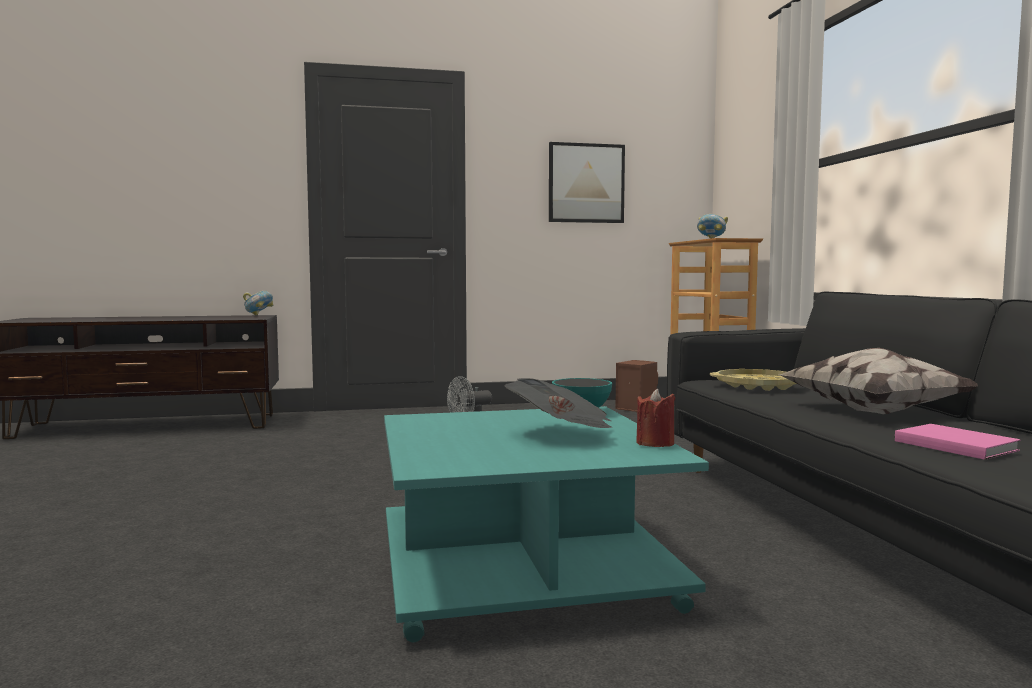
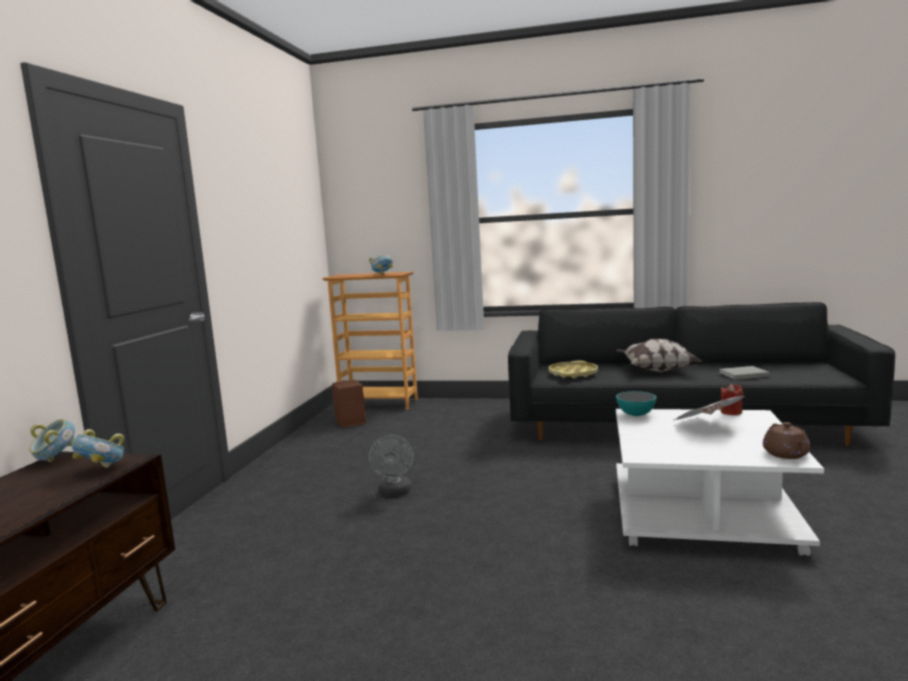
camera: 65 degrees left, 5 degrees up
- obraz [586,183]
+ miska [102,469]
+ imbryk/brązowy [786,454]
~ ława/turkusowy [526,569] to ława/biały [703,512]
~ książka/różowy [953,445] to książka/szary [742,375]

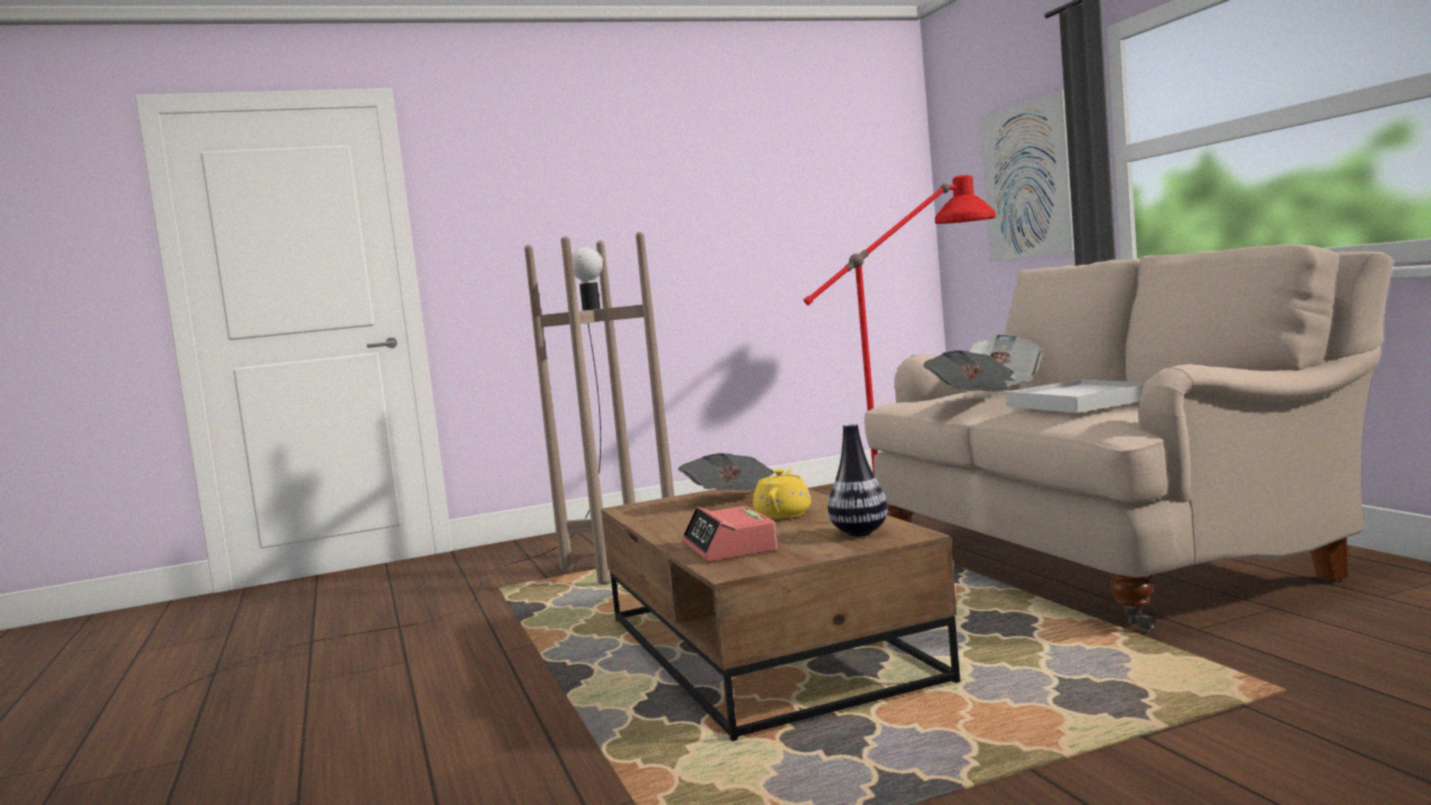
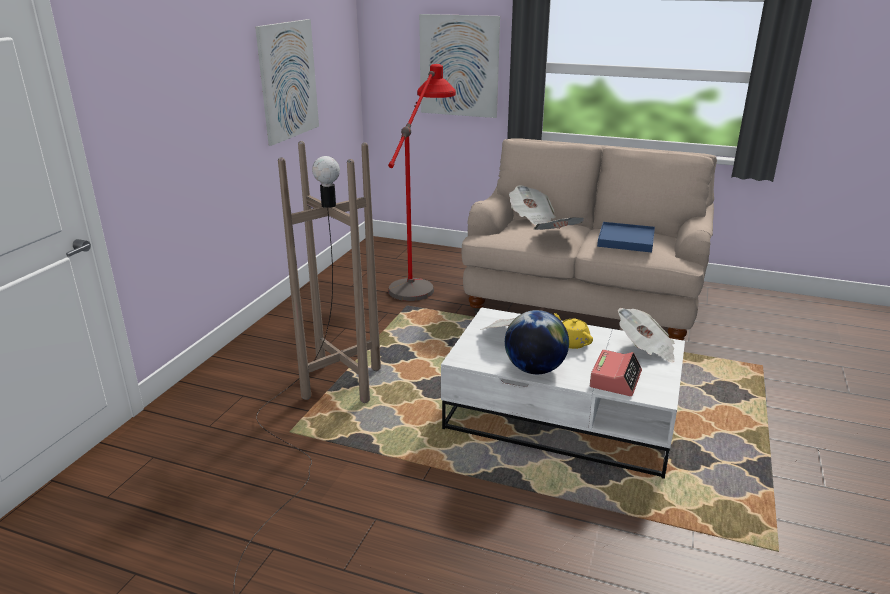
camera: 50 degrees left, 20 degrees up
+ obraz [288,80]
+ globus [534,369]
~ wazon [860,533] to gazeta [645,349]
~ ława/brązowy [767,649] to ława/biały [562,416]
~ taca/biały [1079,403] to taca/niebieski [625,240]
~ budzik [729,547] = [615,379] 90 degrees counterclockwise

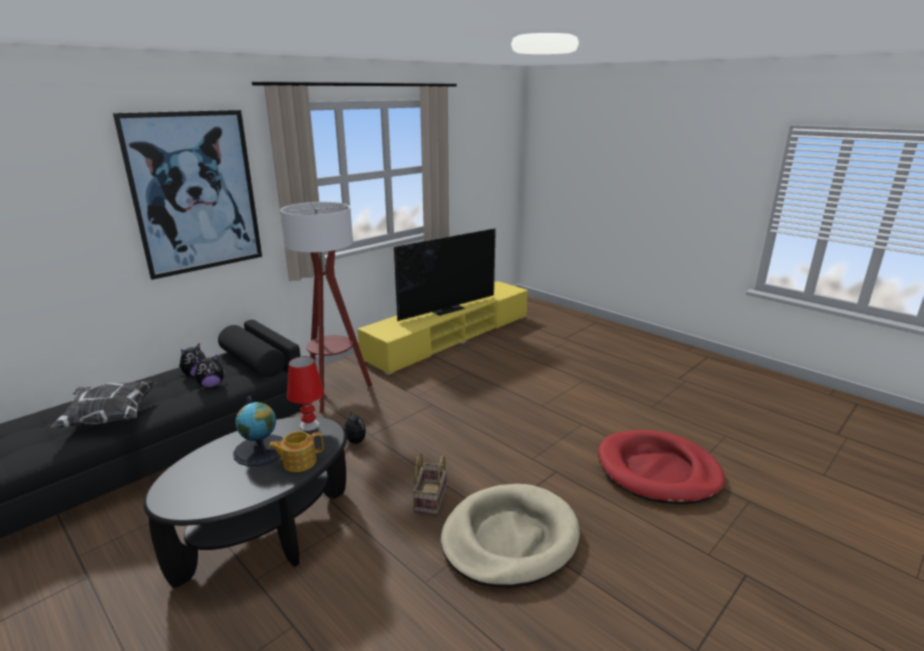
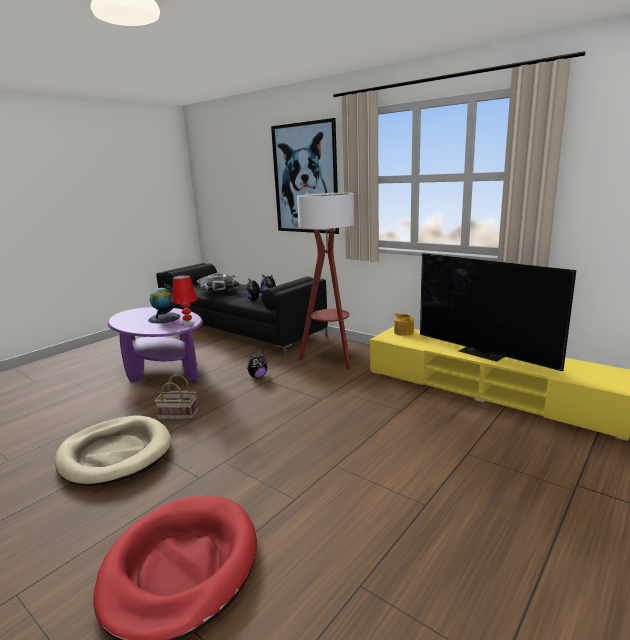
camera: 85 degrees right, 5 degrees down
~ imbryk [298,462] to [403,332]
~ ława/czarny [267,535] to ława/fioletowy [162,370]

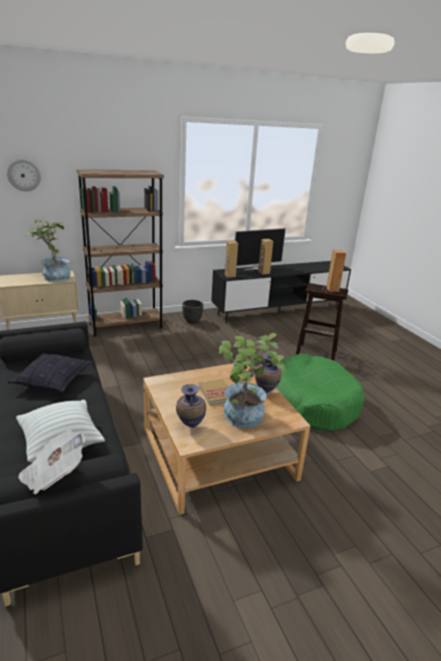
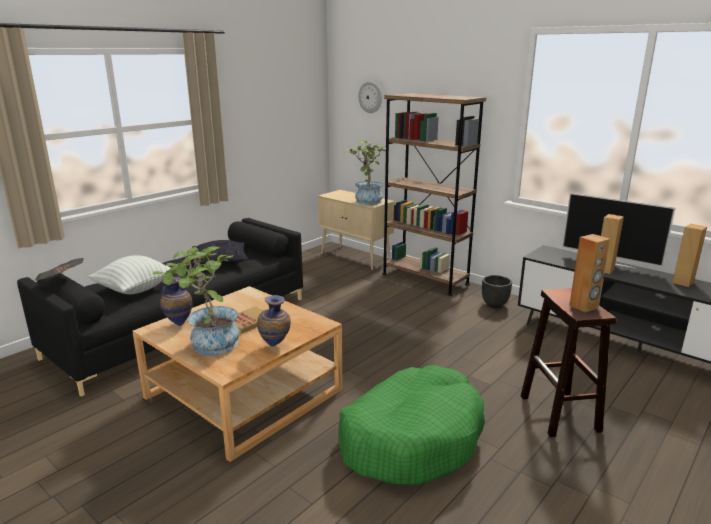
camera: 65 degrees right, 5 degrees down
~ głośnik/brązowy [230,275] to [682,282]

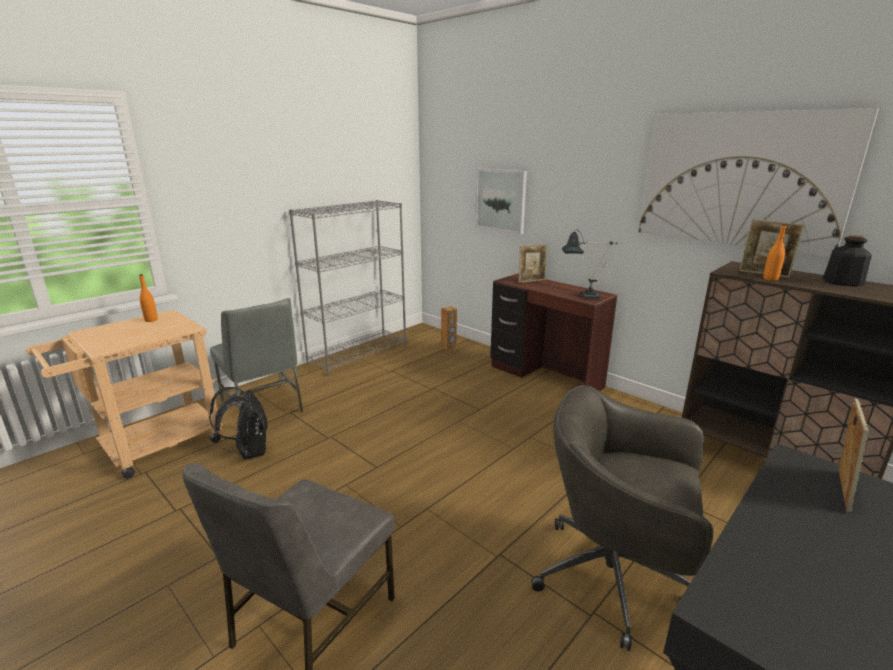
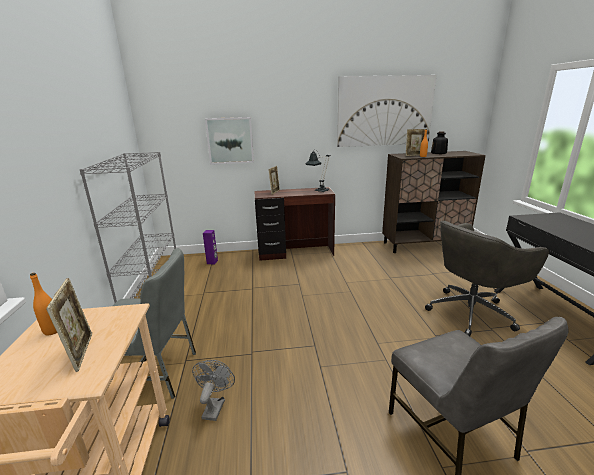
camera: 50 degrees left, 0 degrees up
~ ramka na zdjęcie [839,489] to [81,352]
~ plecak/czarny [249,452] to wentylator/szary [215,406]
~ głośnik/brązowy [449,347] to głośnik/fioletowy [212,262]

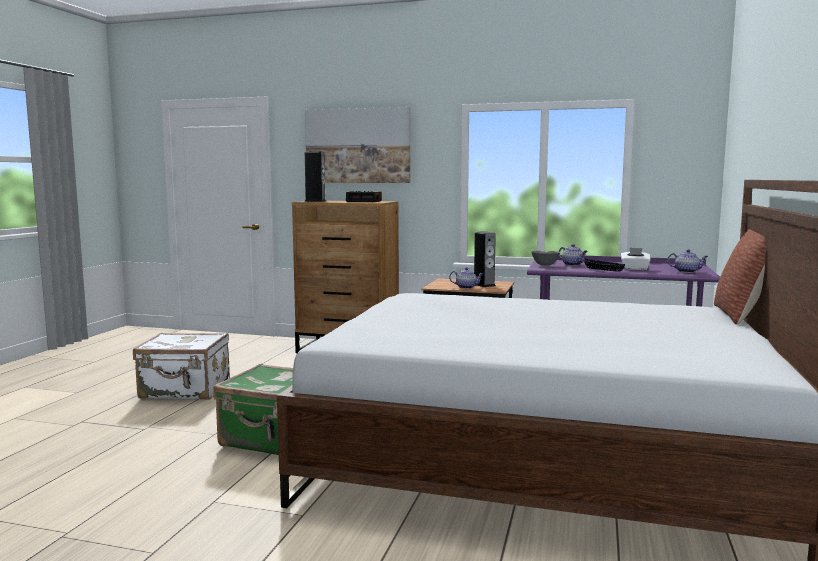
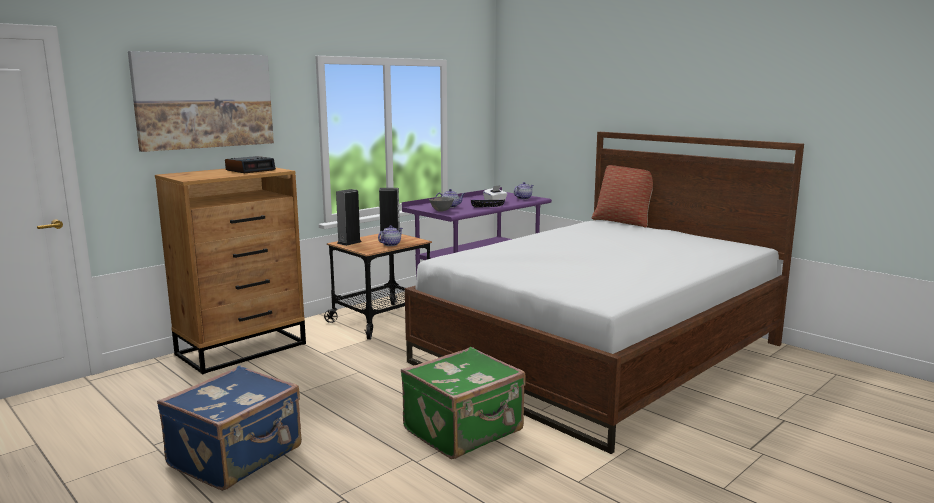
camera: 60 degrees left, 5 degrees up
~ głośnik [315,201] to [349,242]
~ walizka/biały [185,390] to walizka/niebieski [237,457]

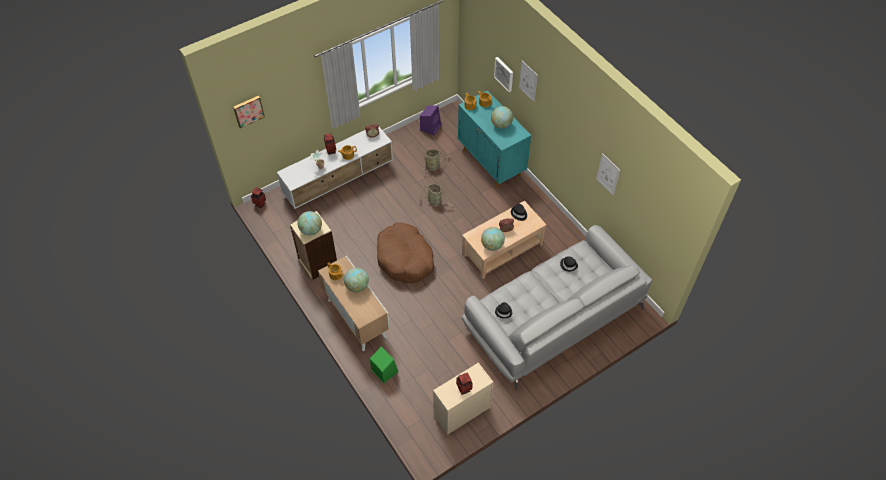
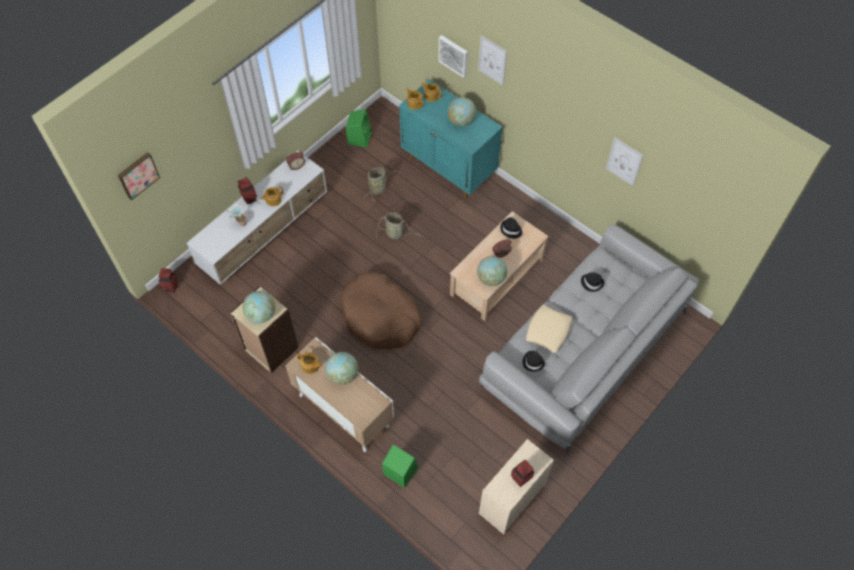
camera: 15 degrees left, 5 degrees up
+ poduszka/beżowy [548,331]
~ głośnik/fioletowy [430,127] to głośnik/zielony [359,137]

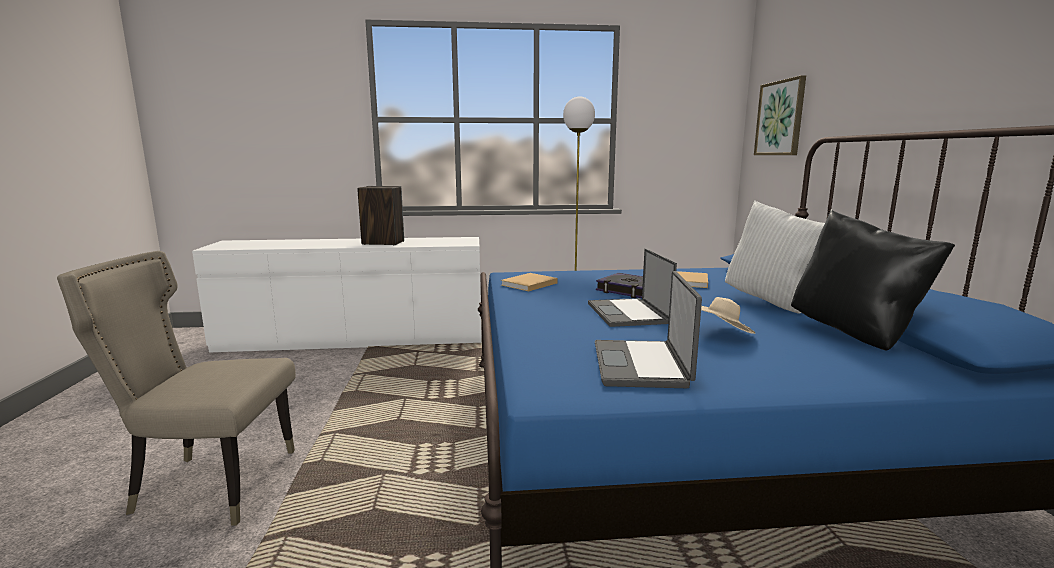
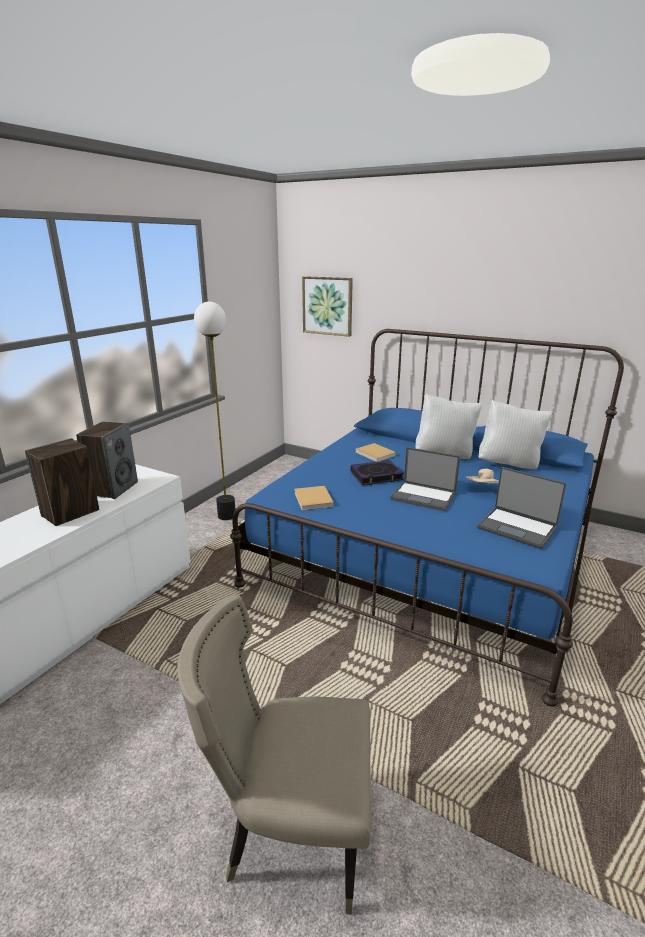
camera: 55 degrees left, 10 degrees up
+ głośnik [113,488]
~ poduszka/czarny [854,335] to poduszka/biały [509,464]
~ krzesło/beżowy [209,484] = [290,830] 60 degrees clockwise

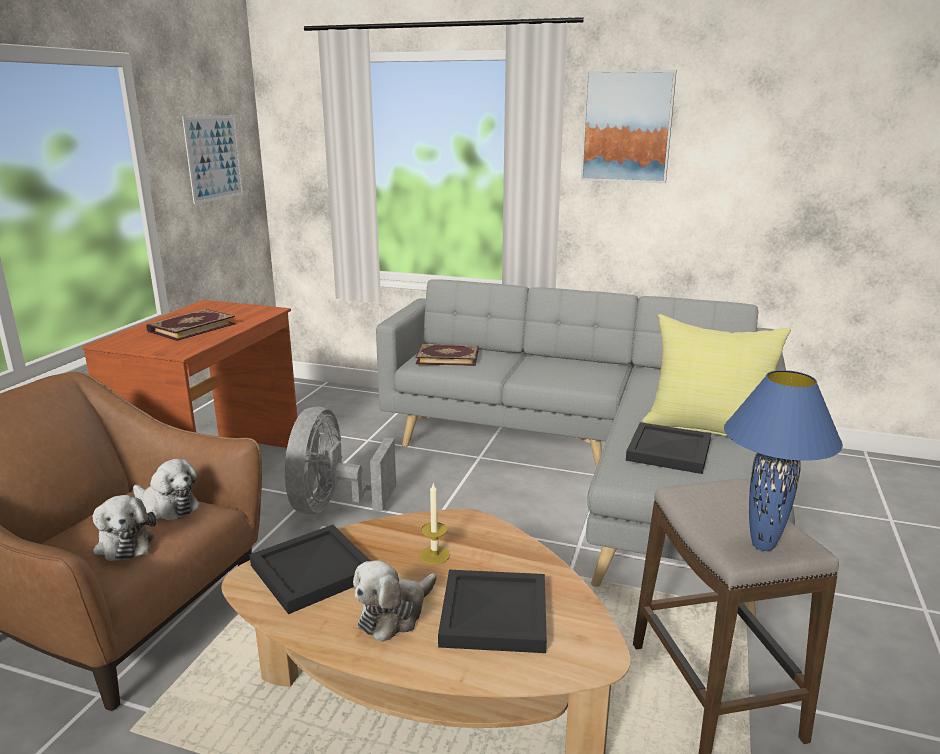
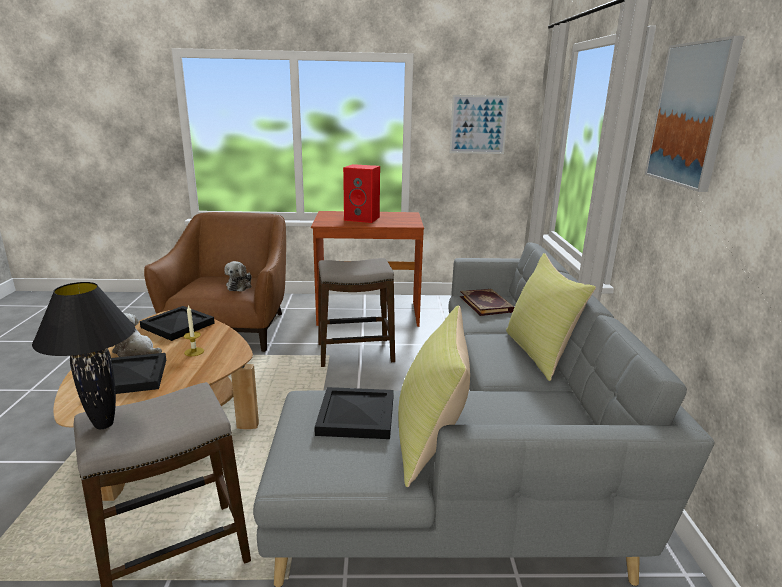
camera: 70 degrees right, 0 degrees up
- pluszak [124,542]
+ poduszka/żółty [540,353]
~ książka [191,327] to głośnik/czerwony [363,218]
~ wentylator/szary [333,505] to stołek [355,353]
~ lampa stołowa/niebieski [762,546] to lampa stołowa/czarny [103,424]

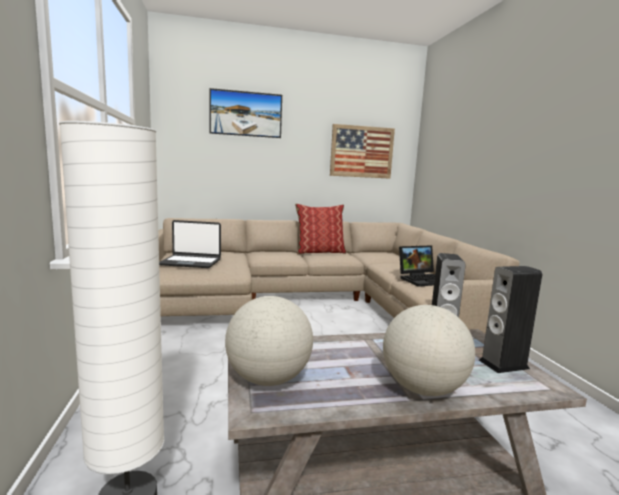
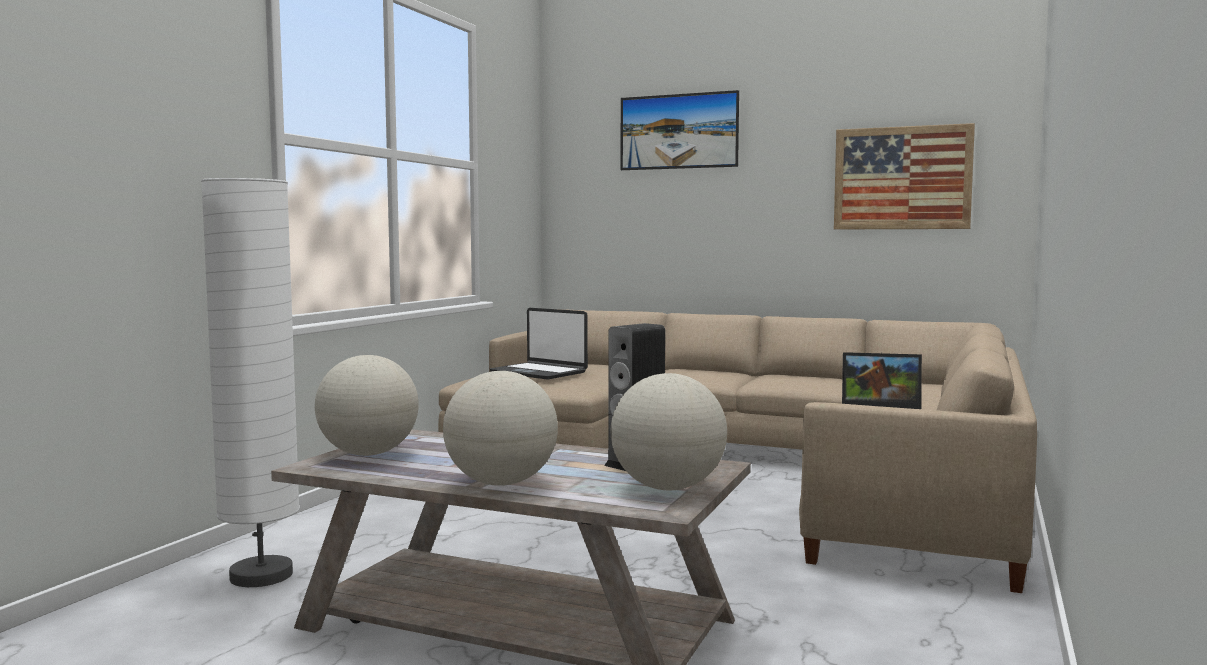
camera: 35 degrees right, 5 degrees down
- poduszka [319,252]
~ głośnik [503,364] to globus [668,488]

